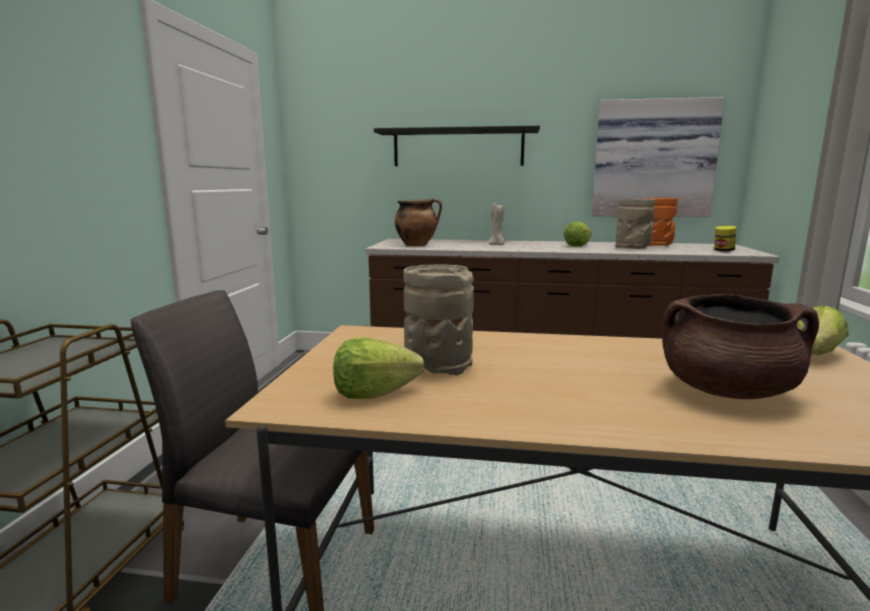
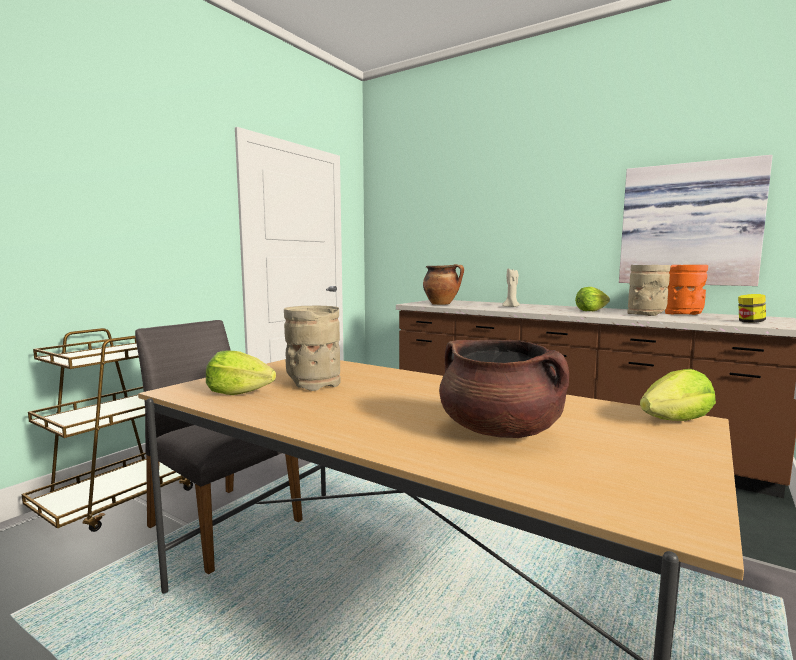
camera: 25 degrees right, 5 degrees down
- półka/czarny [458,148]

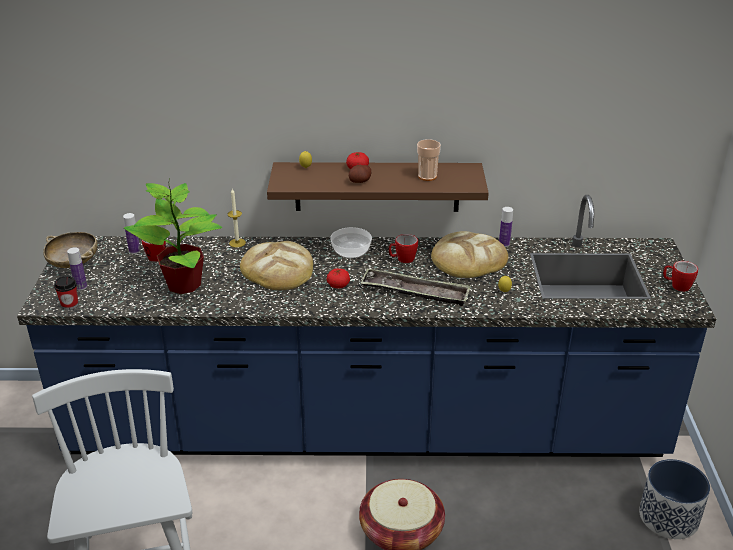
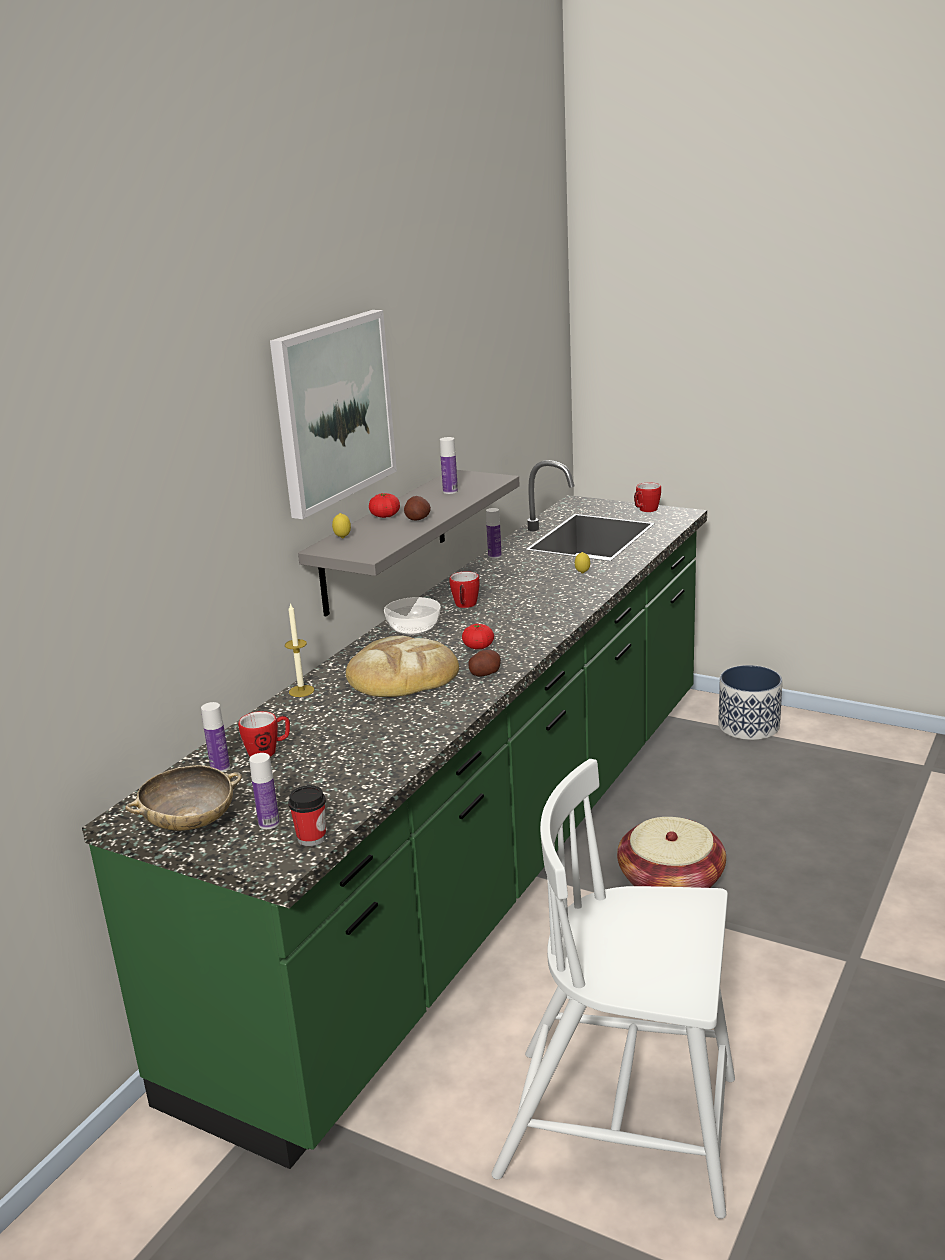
camera: 60 degrees left, 10 degrees down
- roślina doniczkowa [185,284]
- taca [415,292]
- chleb [468,259]
+ obraz [333,410]
+ ziemniak [485,673]
~ filiżanka [427,176] to butelka [450,491]
~ zabudowa kuchenna/niebieski [366,428] to zabudowa kuchenna/zielony [486,862]
~ półka/brązowy [377,186] to półka/szary [384,541]

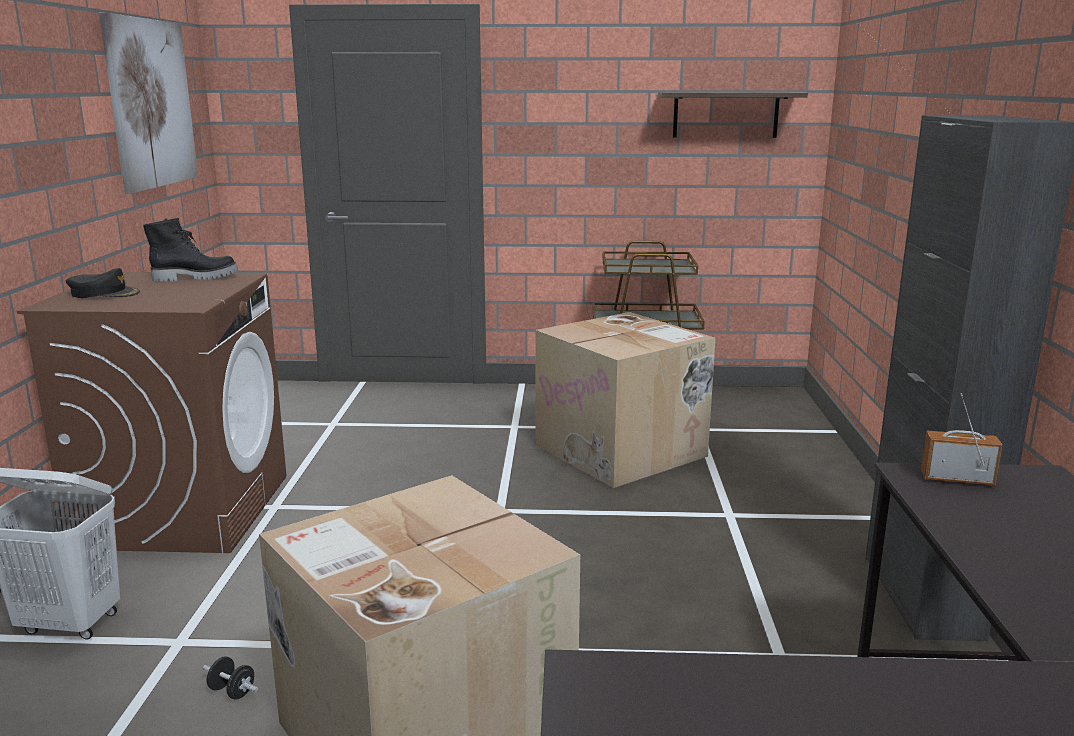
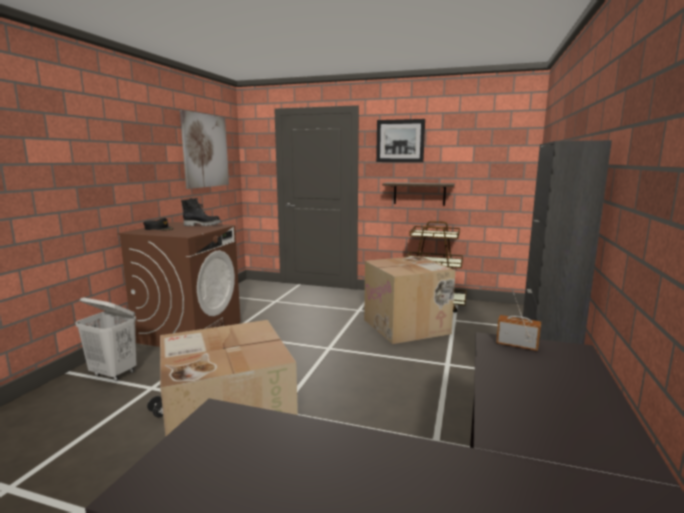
camera: 15 degrees right, 5 degrees down
+ obraz [400,141]
~ półka [725,114] to [419,193]

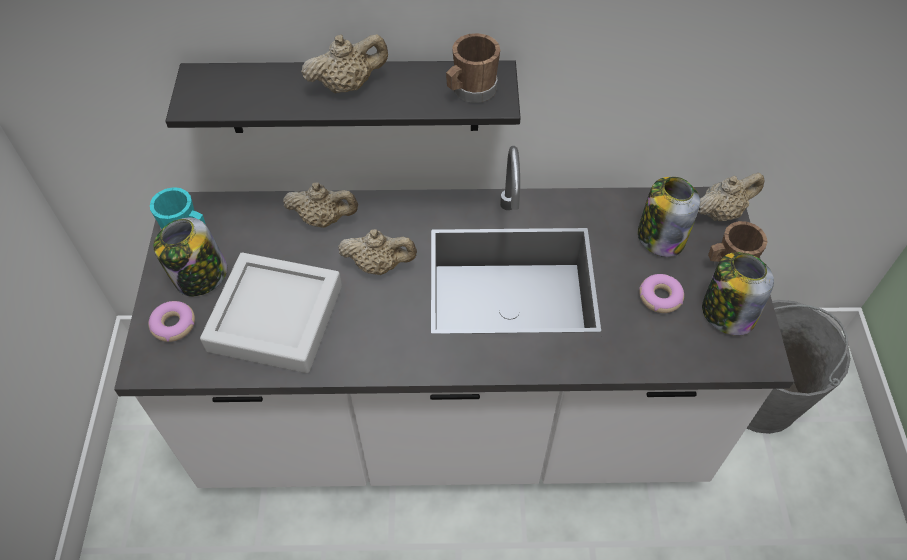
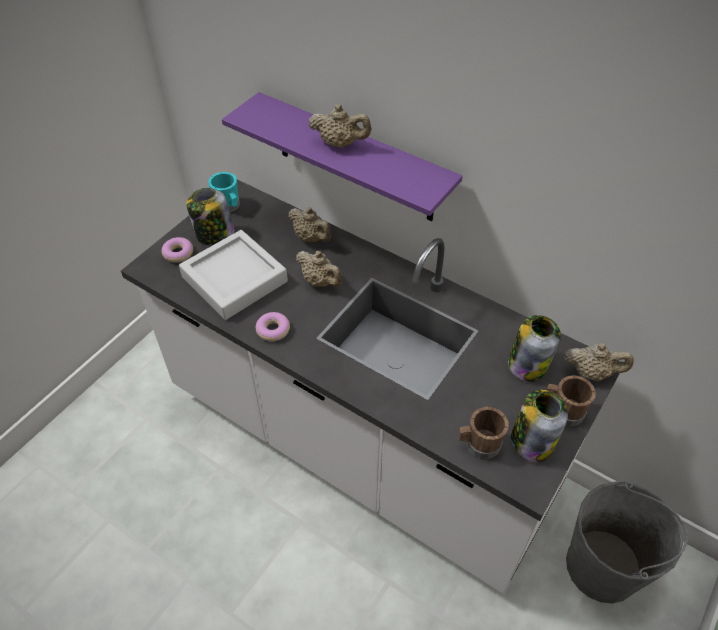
camera: 35 degrees right, 5 degrees down
~ kubek/brązowy [470,91] to [479,444]
~ donut [660,297] to [273,330]
~ półka/czarny [352,97] to półka/fioletowy [354,159]

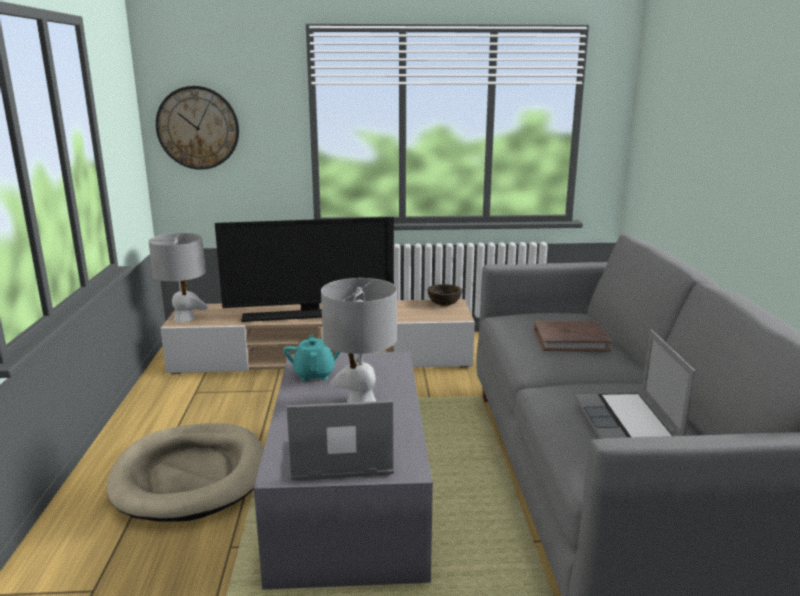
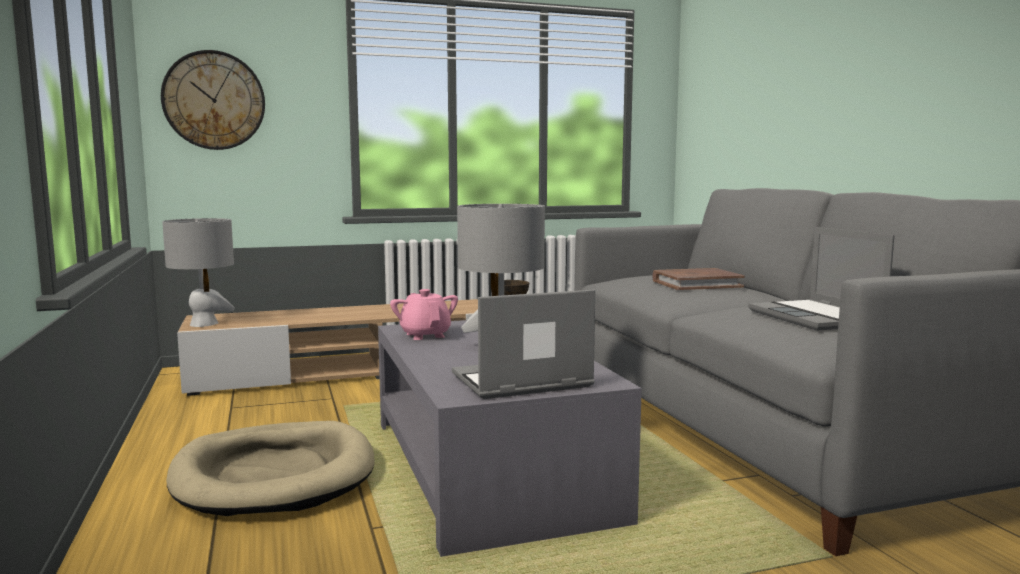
camera: 15 degrees left, 10 degrees down
- telewizor [311,314]
~ imbryk/turkusowy [314,374] to imbryk/różowy [425,335]

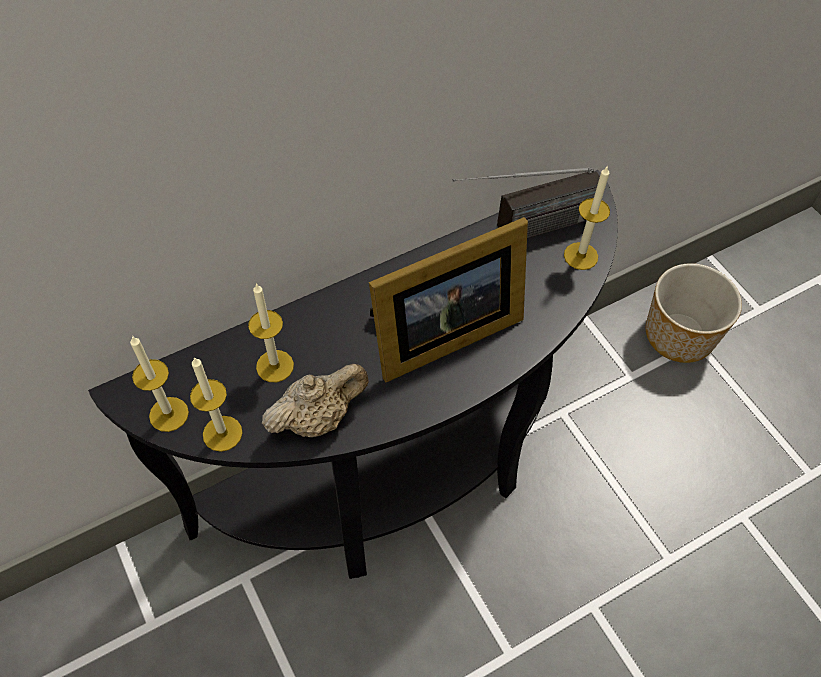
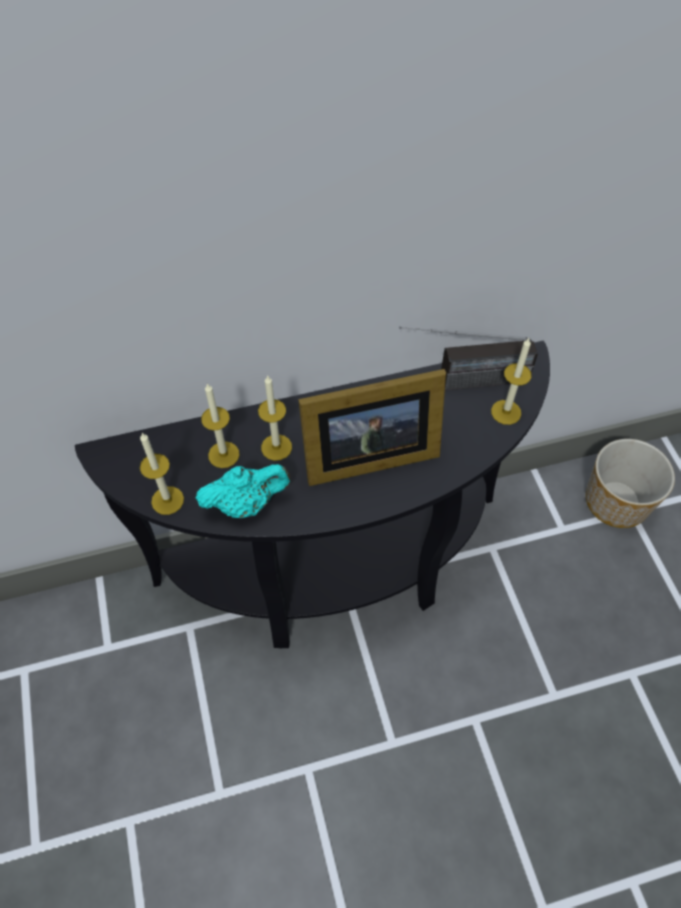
camera: 15 degrees right, 0 degrees up
~ świeca [169,414] to [276,447]
~ imbryk/beżowy [318,417] to imbryk/turkusowy [246,503]

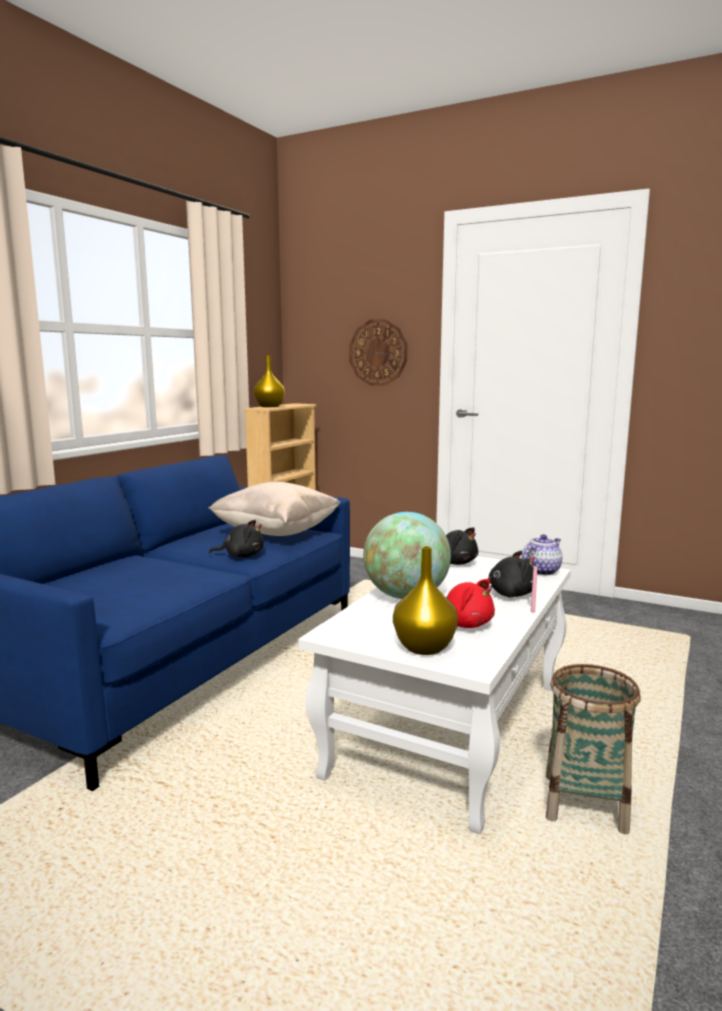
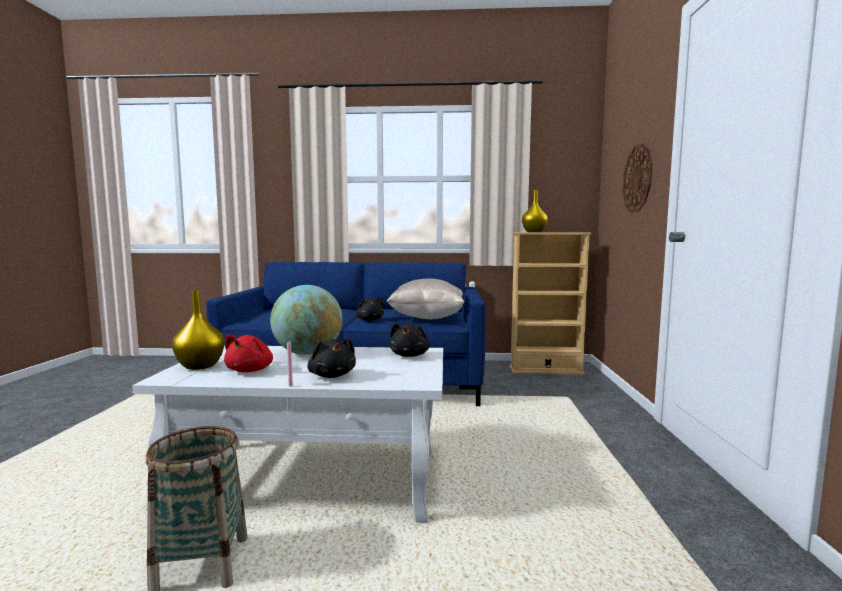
camera: 65 degrees right, 5 degrees down
- imbryk [541,571]

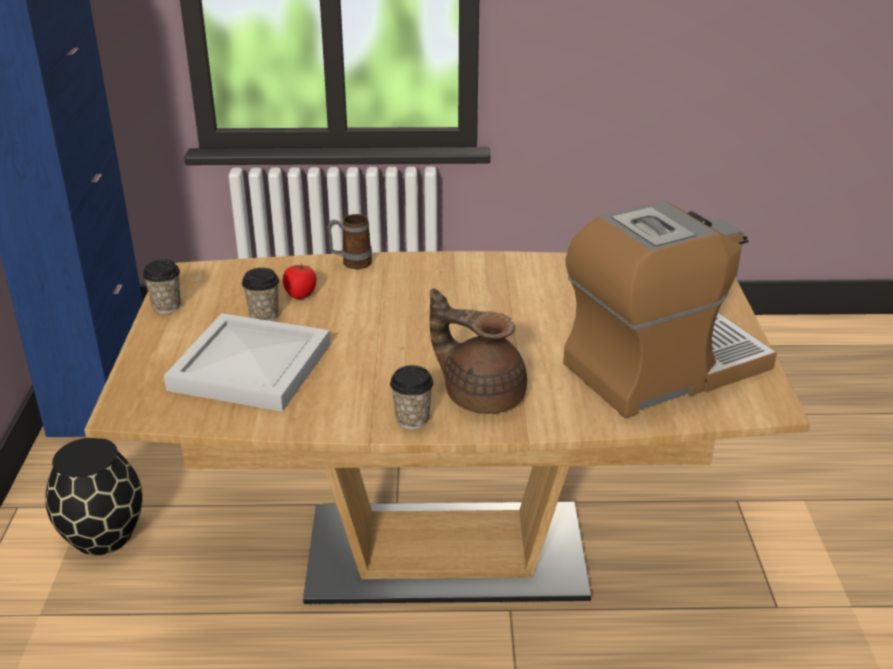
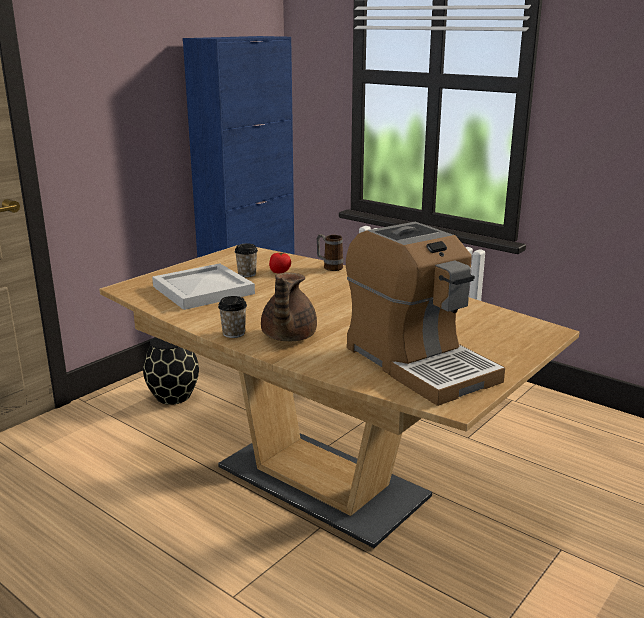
camera: 40 degrees right, 10 degrees down
- filiżanka [166,306]
~ imbryk/brązowy [481,395] = [287,337] 150 degrees counterclockwise
~ ekspres do kawy [663,368] = [418,363] 45 degrees clockwise

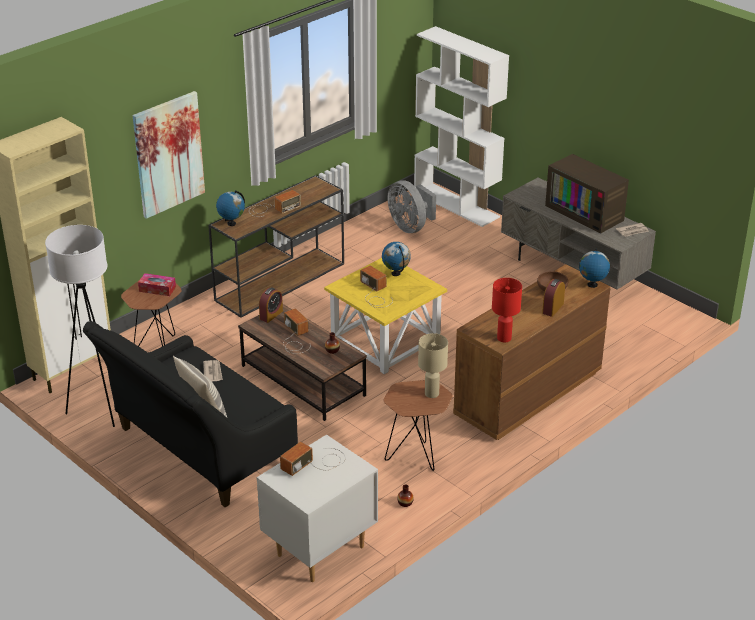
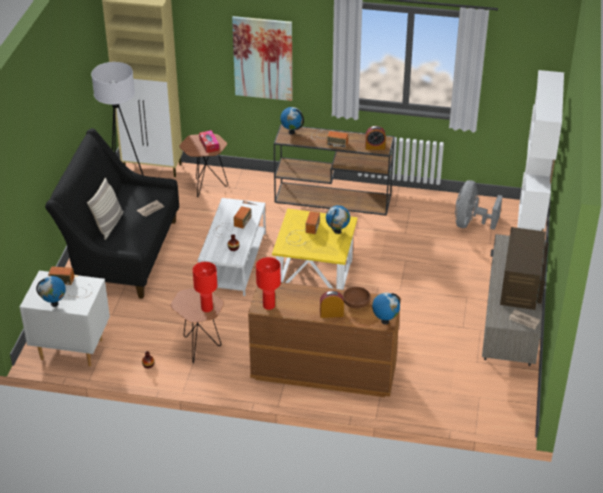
camera: 55 degrees right, 5 degrees up
+ globus [54,304]
~ budzik [271,315] to [375,147]
~ ława/brązowy [302,380] to ława/biały [233,261]
~ lampa stołowa/beżowy [431,394] to lampa stołowa/czerwony [206,308]

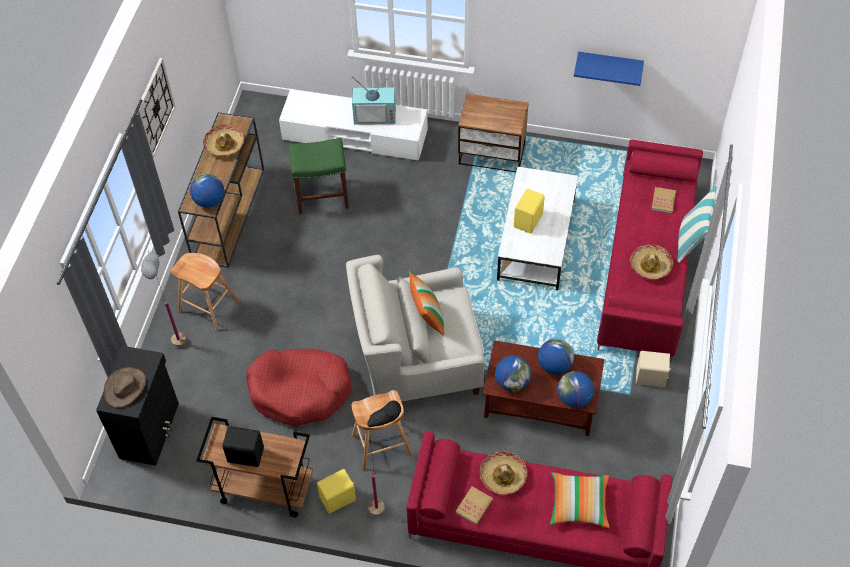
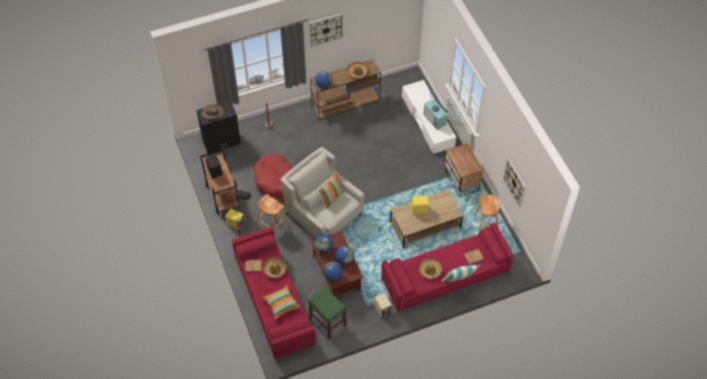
camera: 55 degrees right, 0 degrees up
~ stołek/brązowy [208,307] to [486,224]
~ stołek/zielony [323,196] to [328,322]
~ półka/niebieski [609,65] to zegar ścienny [514,182]
~ ława/biały [536,241] to ława/brązowy [424,225]

